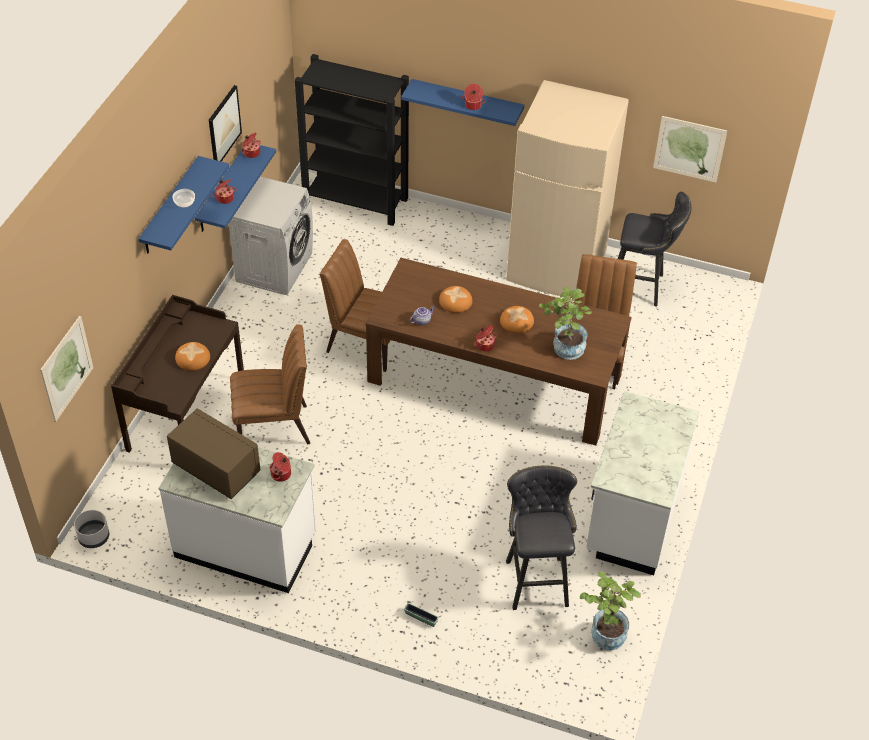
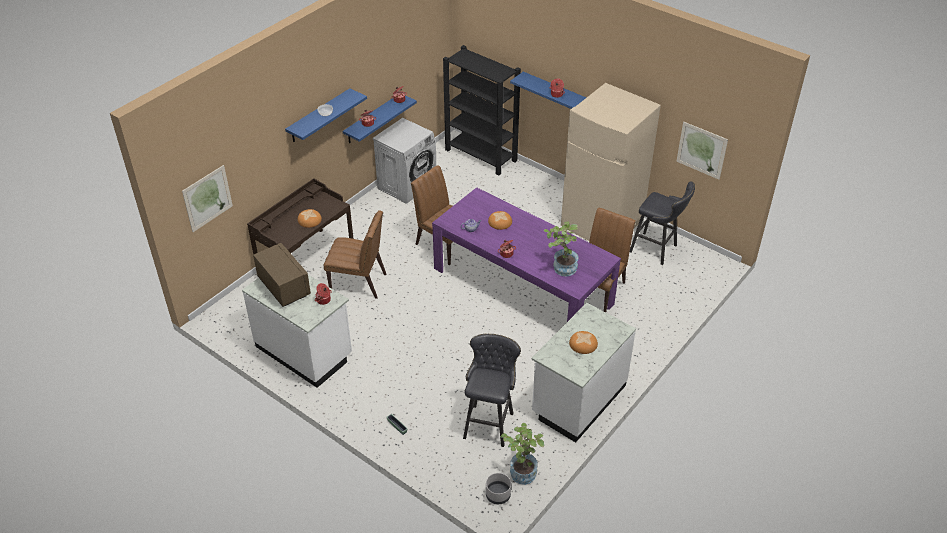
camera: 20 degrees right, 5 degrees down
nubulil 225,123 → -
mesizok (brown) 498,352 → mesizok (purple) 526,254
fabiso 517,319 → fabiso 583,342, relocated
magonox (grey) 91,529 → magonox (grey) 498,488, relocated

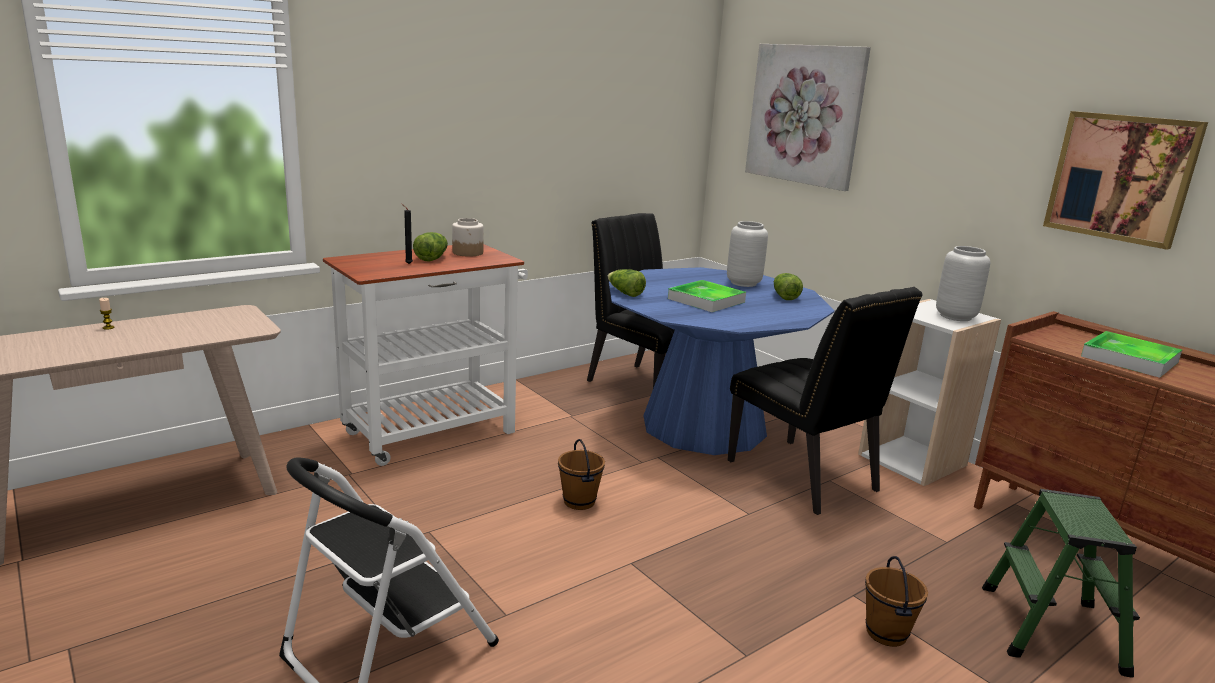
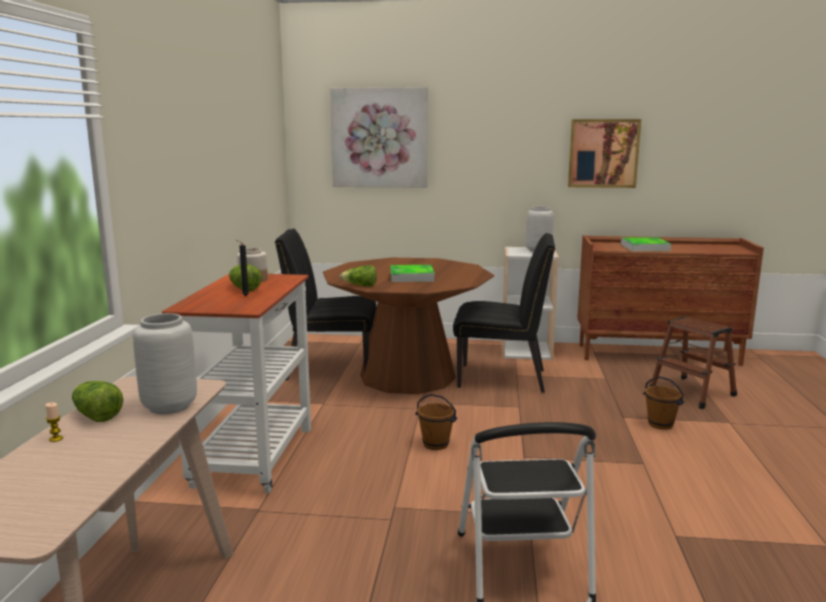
camera: 45 degrees left, 5 degrees down
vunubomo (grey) 747,254 → vunubomo (grey) 165,363, relocated
mesizok (blue) 722,361 → mesizok (brown) 408,326
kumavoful 788,286 → kumavoful 97,401, relocated
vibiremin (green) 1061,583 → vibiremin (brown) 693,362

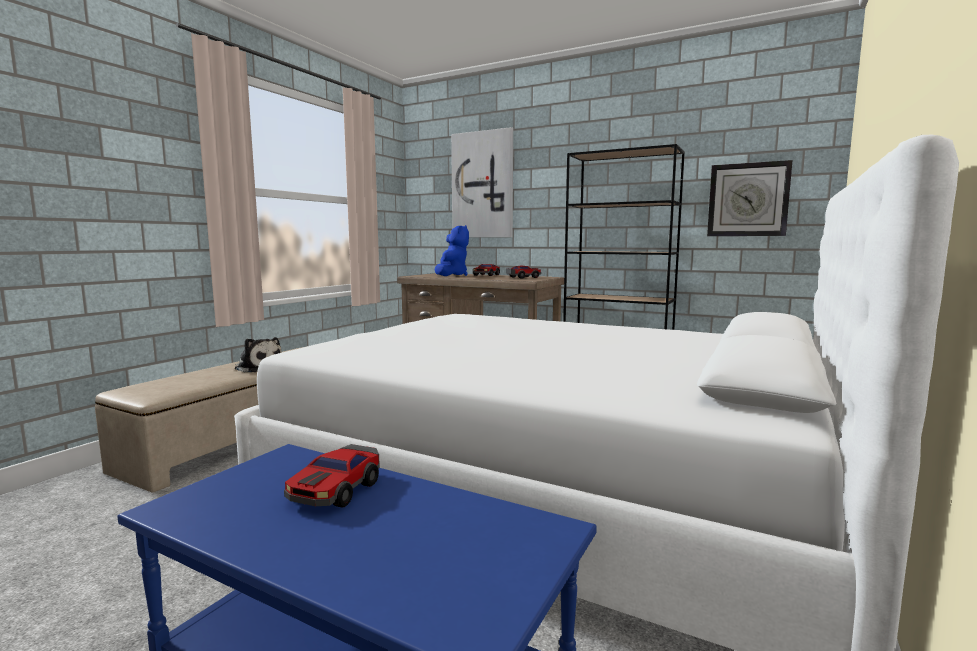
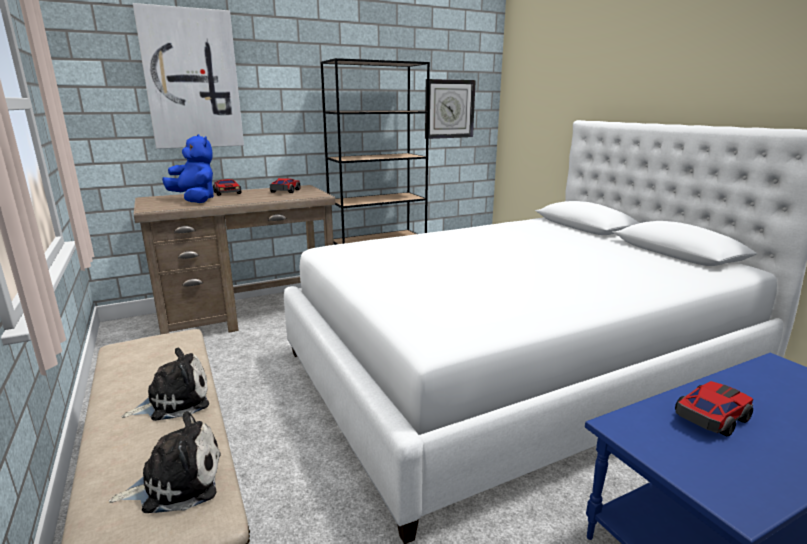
camera: 55 degrees left, 10 degrees up
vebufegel 331,476 → vebufegel 714,409, 90 degrees counterclockwise
- → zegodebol 165,462

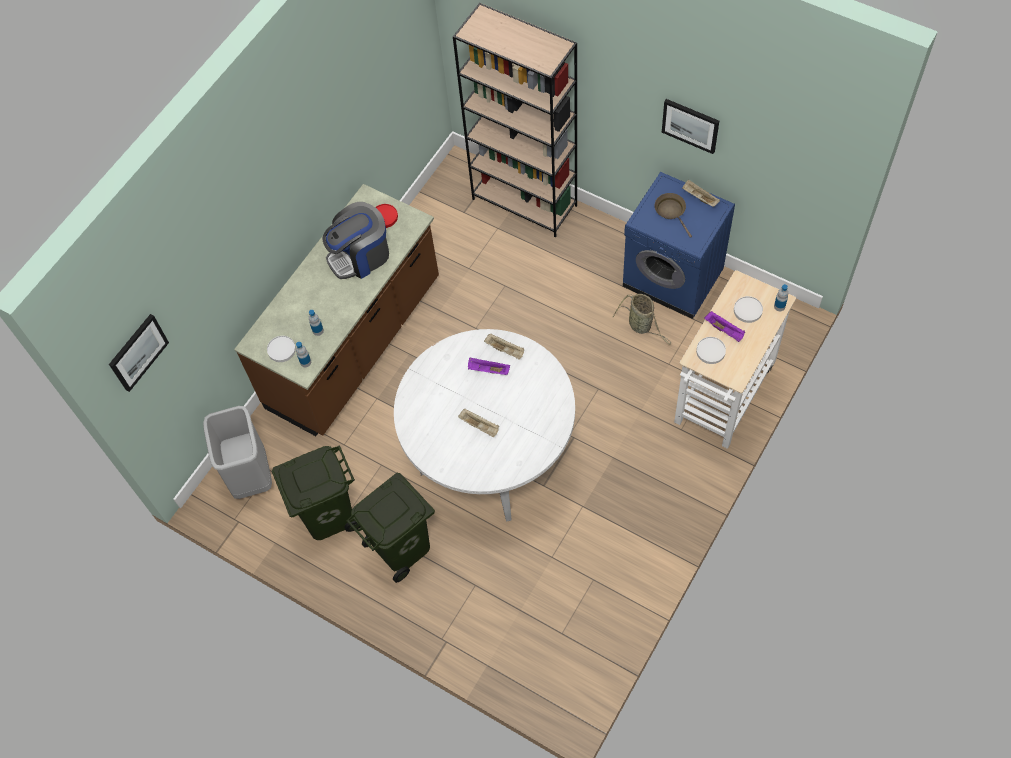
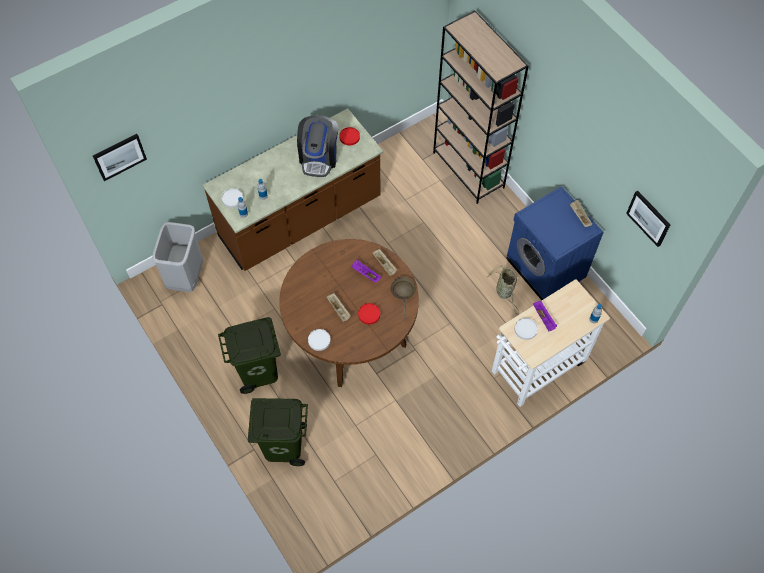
camera: 20 degrees right, 0 degrees up
nubulil 690,126 → nubulil 648,219, relocated
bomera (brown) 673,215 → bomera (brown) 403,298, relocated
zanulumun 356,240 → zanulumun 317,146, 75 degrees counterclockwise
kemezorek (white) 748,309 → kemezorek (white) 319,340, relocated
mesizok (white) 484,425 → mesizok (brown) 349,313
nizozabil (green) 316,493 → nizozabil (green) 278,432, relocated
- → kemezorek (red) 369,313

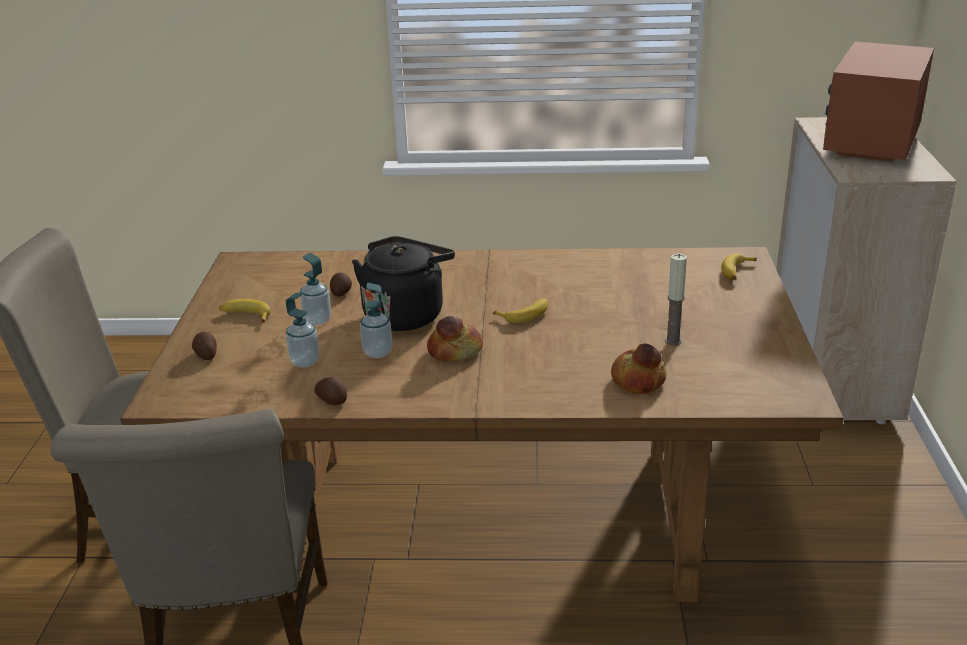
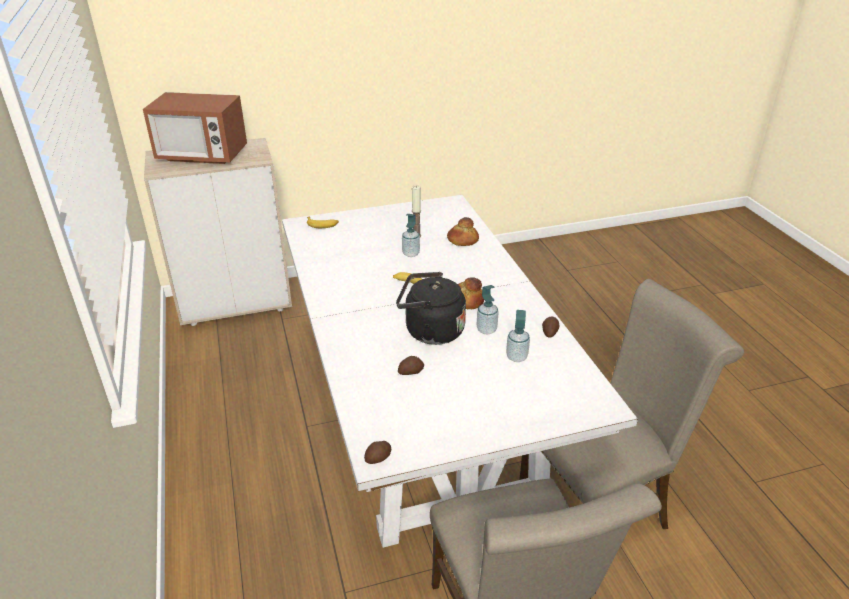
camera: 110 degrees left, 5 degrees up
mesizok (brown) 481,424 → mesizok (white) 460,371
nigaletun 315,289 → nigaletun 411,235, relocated
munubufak 244,311 → -
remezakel 204,346 → remezakel 377,452, relocated

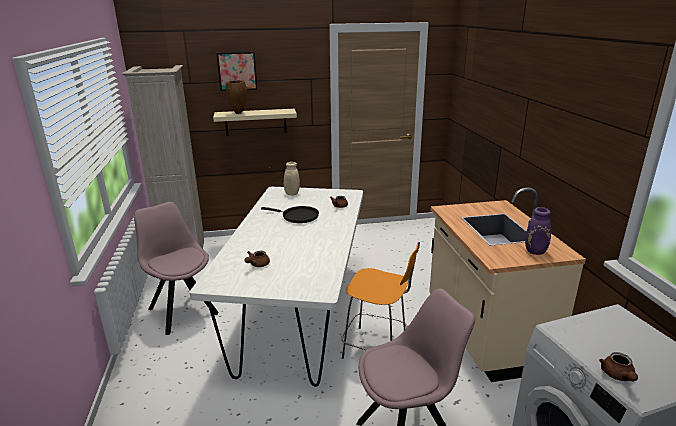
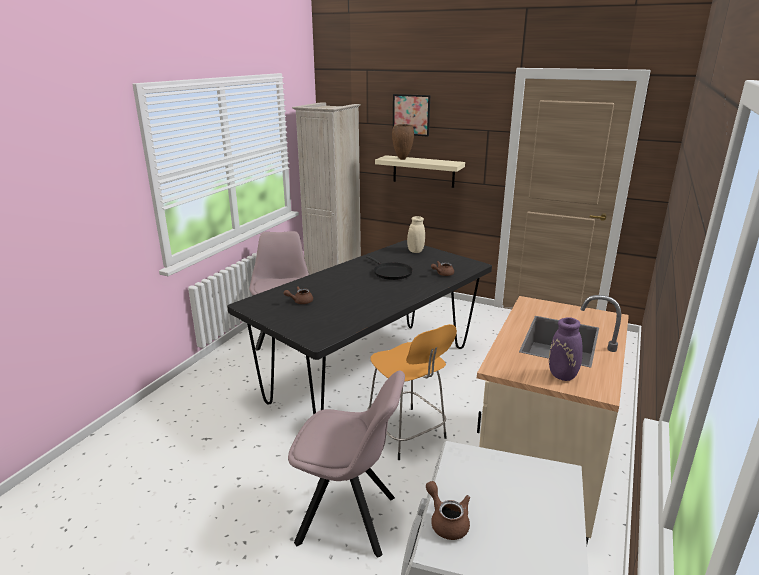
camera: 35 degrees right, 0 degrees up
mesizok (white) 276,287 → mesizok (black) 359,327
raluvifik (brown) 618,366 → raluvifik (brown) 448,510, 105 degrees clockwise

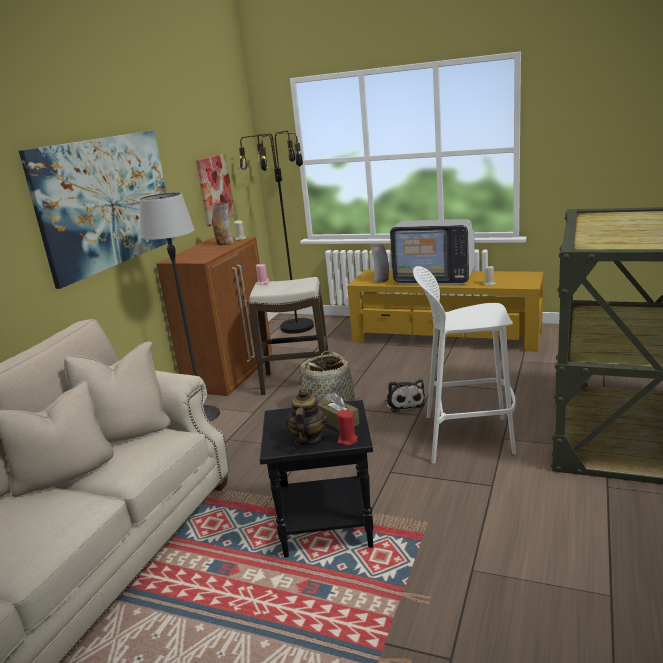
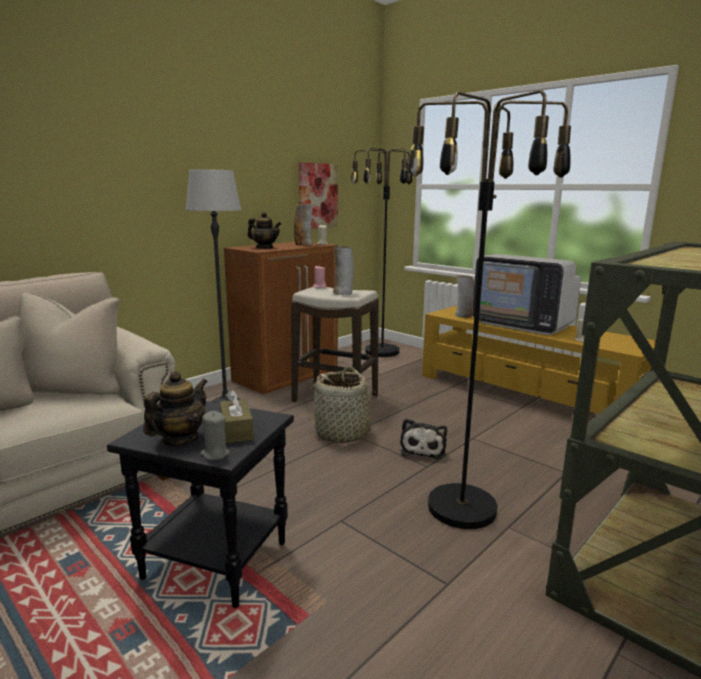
camera: 20 degrees right, 5 degrees down
nubulil 97,209 → -
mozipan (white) 464,364 → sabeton 489,309
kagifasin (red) 347,427 → kagifasin (grey) 215,435
- → raluvifik 264,230
- → vunubomo 343,270

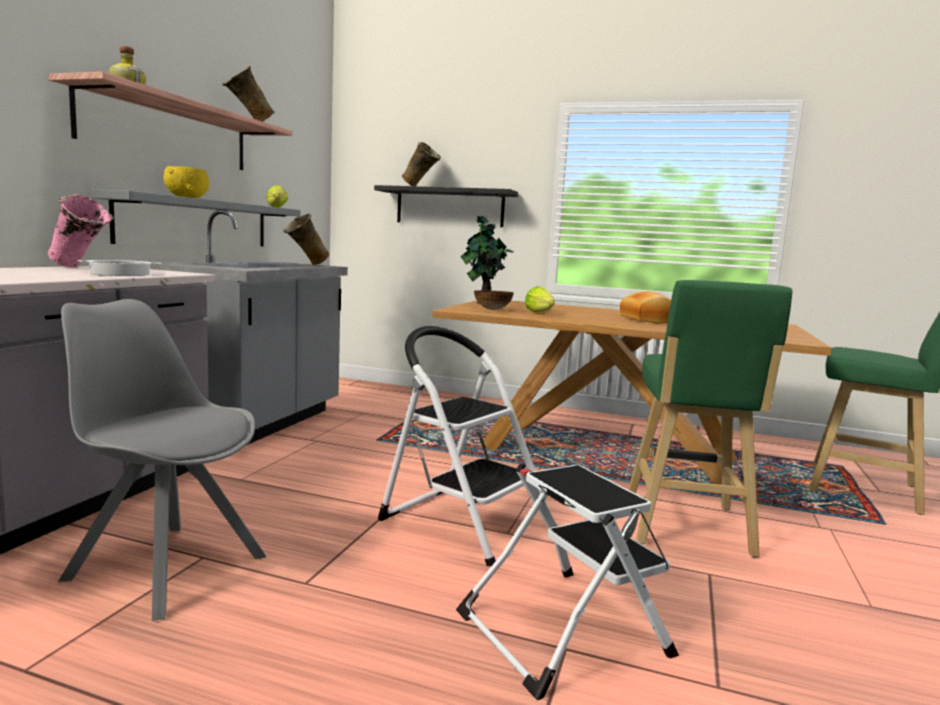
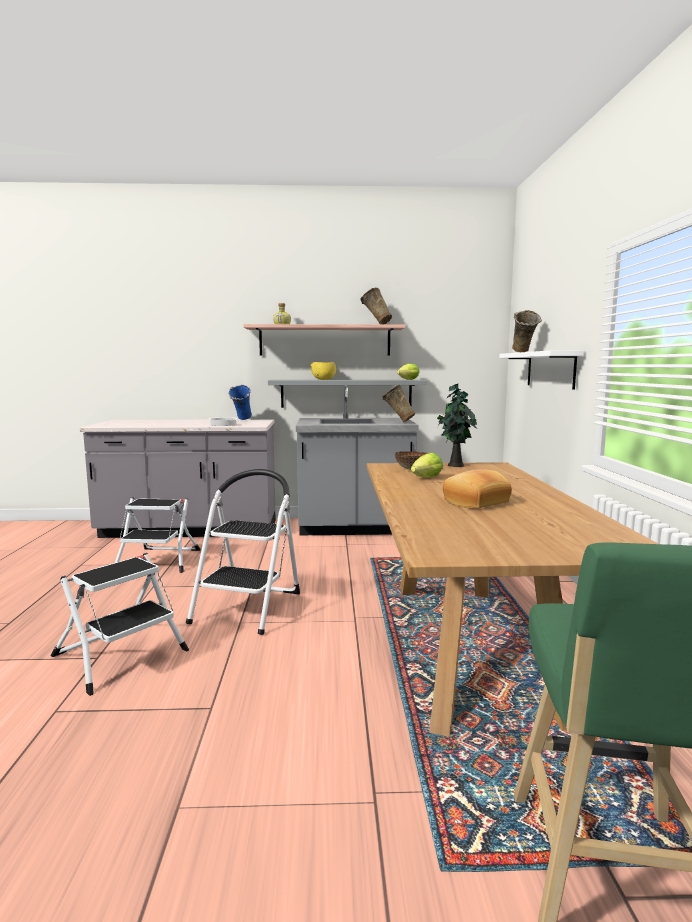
camera: 70 degrees right, 0 degrees up
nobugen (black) 446,206 → nobugen (white) 541,370
vunubomo (pink) 81,230 → vunubomo (blue) 240,402
mozipan (green) 710,419 → -
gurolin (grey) 162,460 → vibiremin 158,535

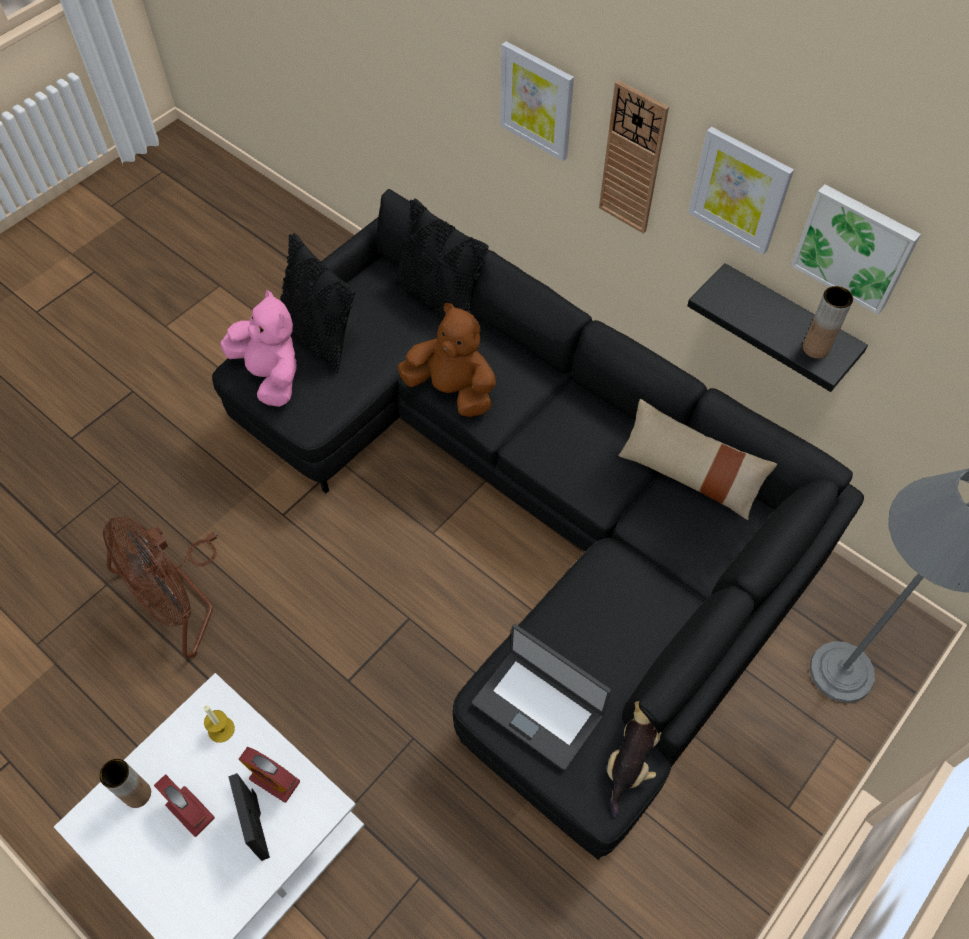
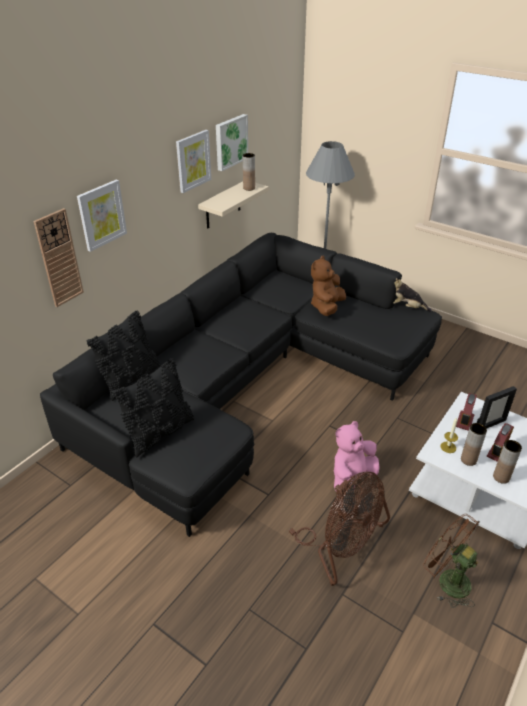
camera: 95 degrees left, 20 degrees down
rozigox 634,157 → rozigox 59,257, relocated
nobugen (black) 777,327 → nobugen (beige) 233,204
zegodebol (pink) 258,348 → zegodebol (pink) 357,456, relocated
zegodebol (brown) 446,360 → zegodebol (brown) 328,286, relocated
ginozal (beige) 697,459 → -
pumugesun 541,697 → -
- → vunubomo (brown) 474,444
- → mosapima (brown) 451,561

